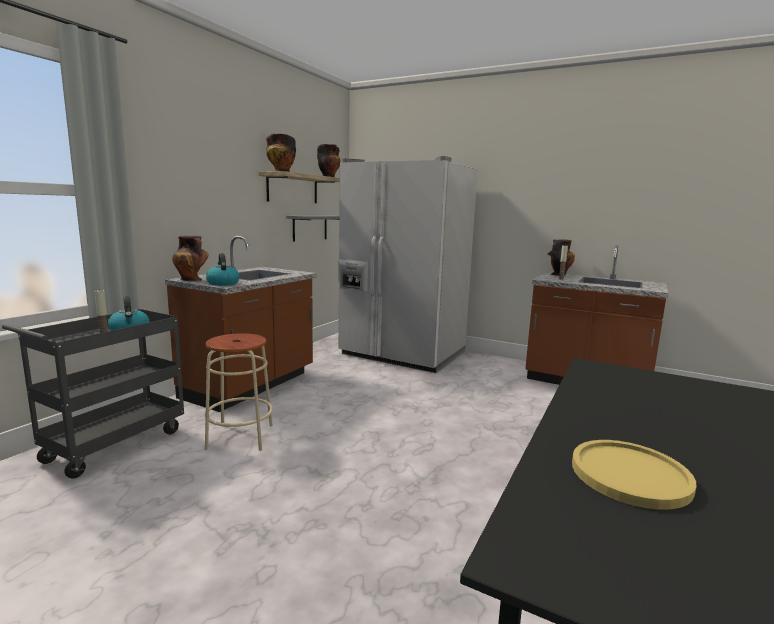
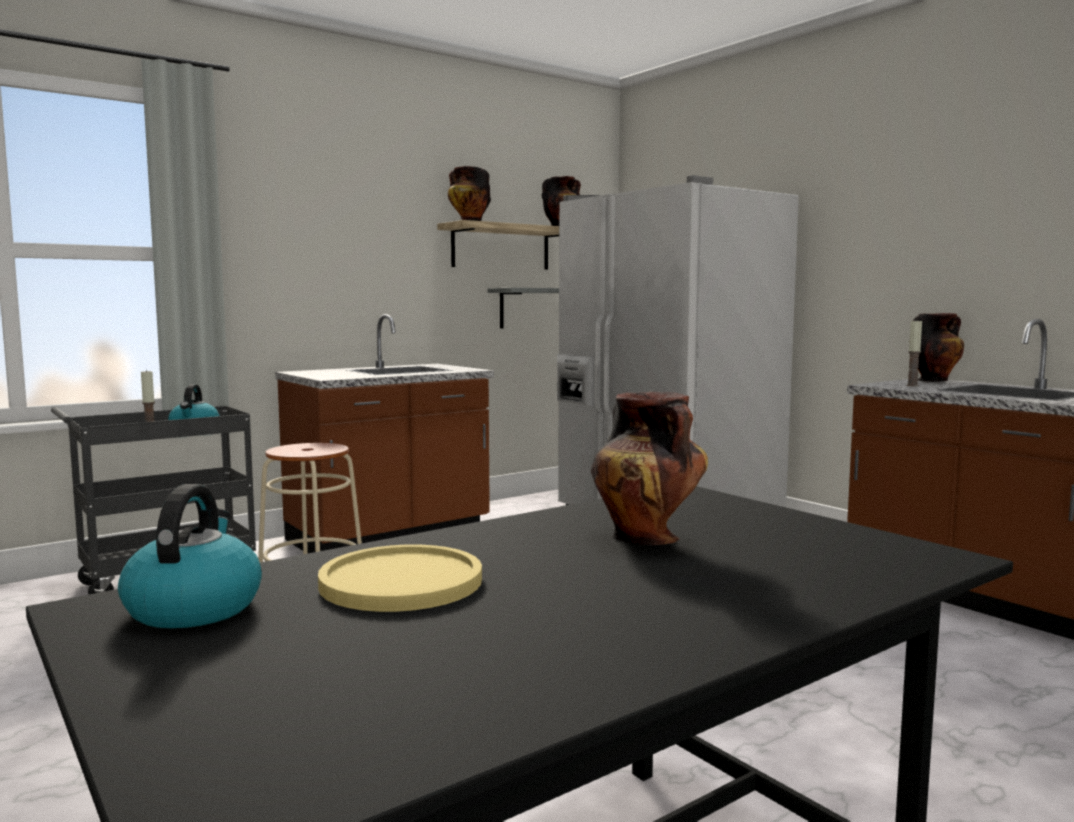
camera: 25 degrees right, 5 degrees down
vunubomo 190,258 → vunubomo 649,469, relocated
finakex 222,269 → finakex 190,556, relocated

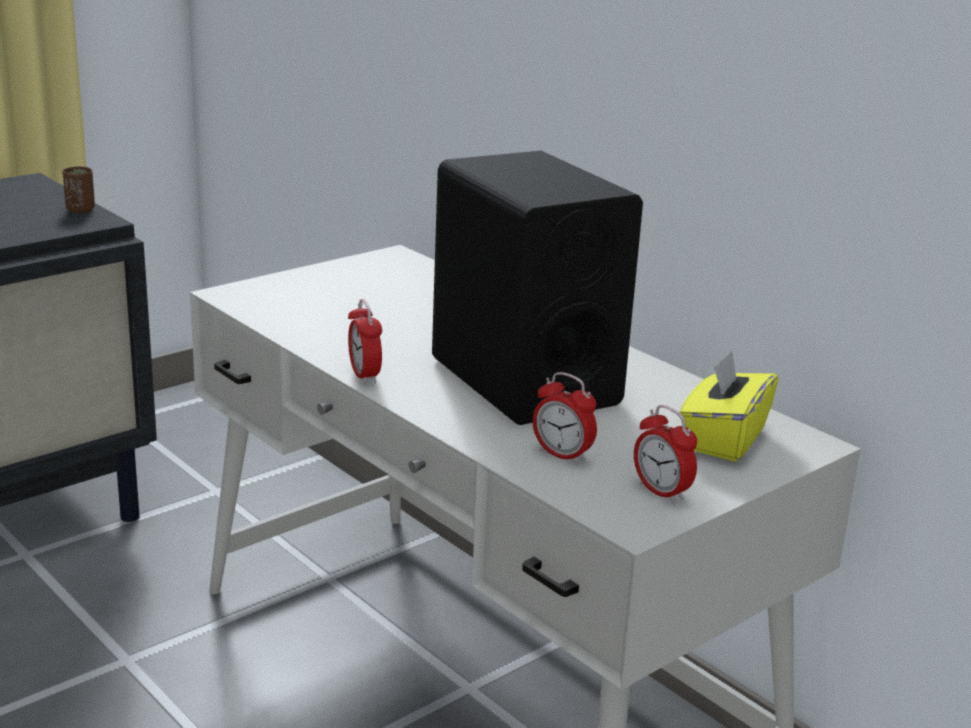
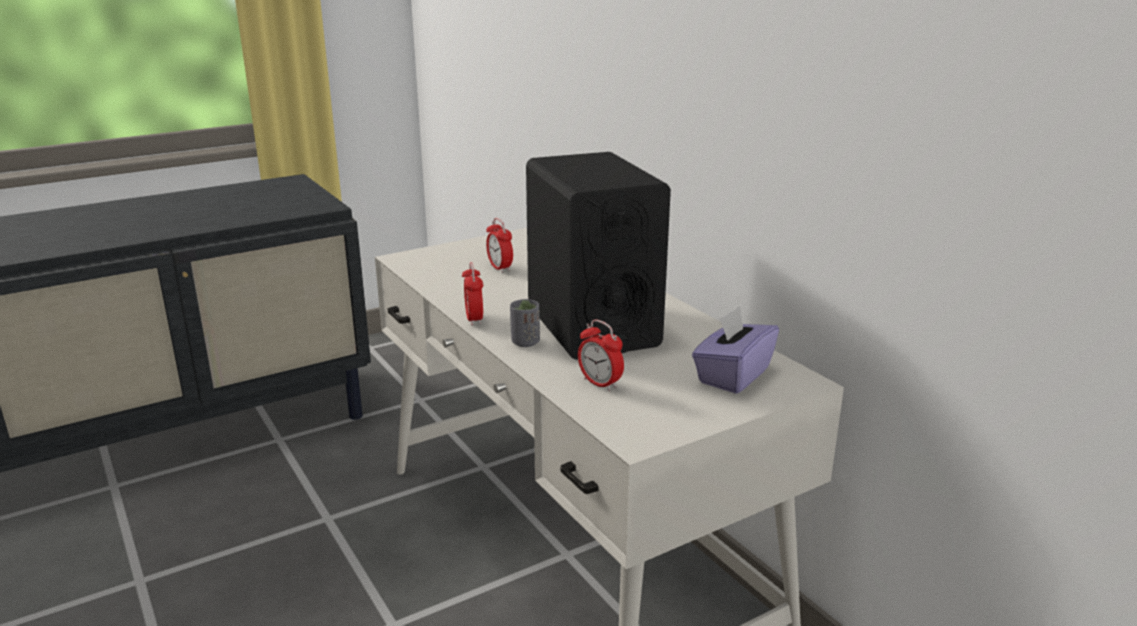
camera: 10 degrees right, 0 degrees up
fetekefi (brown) 79,189 → -
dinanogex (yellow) 729,406 → dinanogex (purple) 735,350
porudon 665,454 → porudon 499,245, relocated
- → fetekefi (grey) 525,323

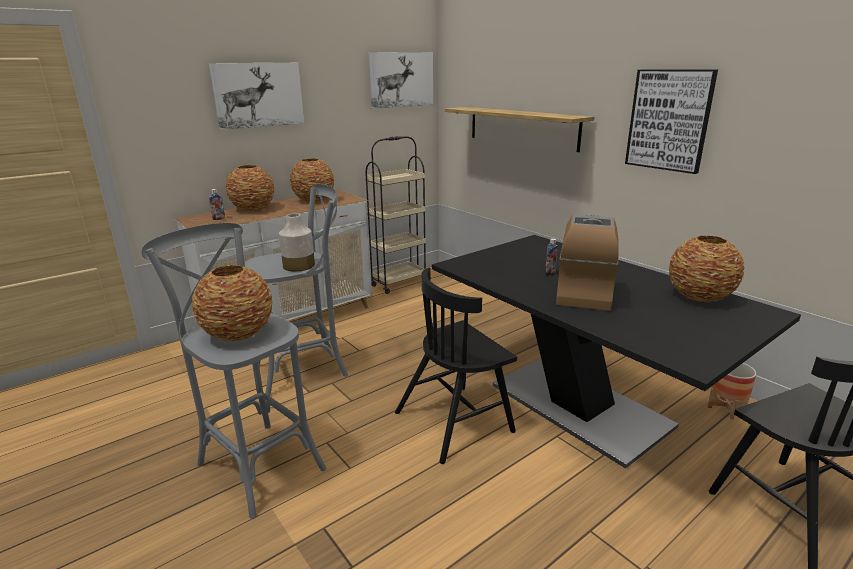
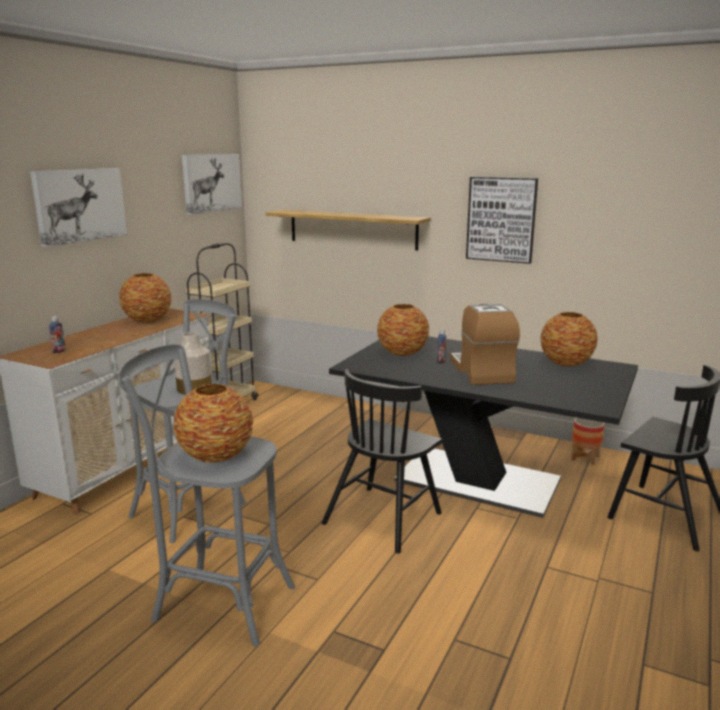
camera: 25 degrees left, 5 degrees down
vunubomo 250,188 → vunubomo 403,330, relocated

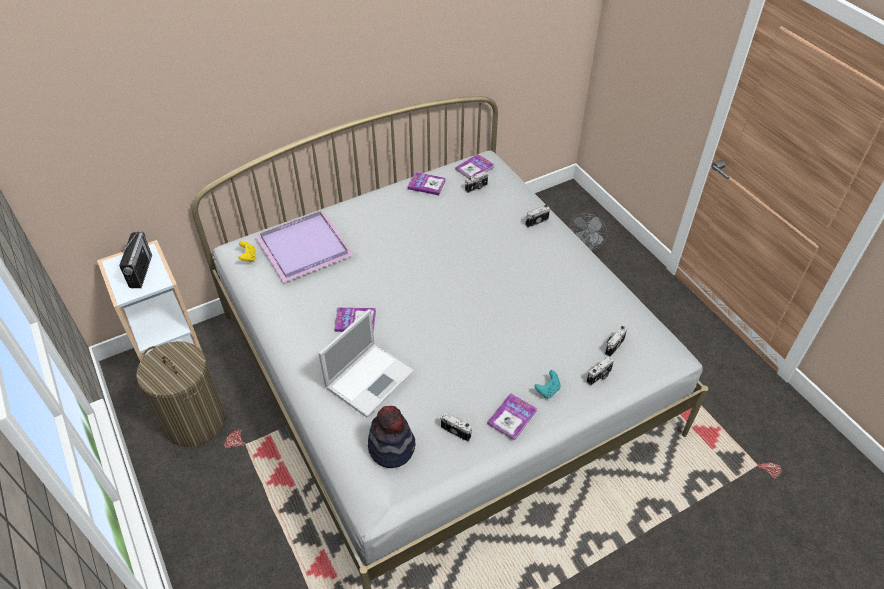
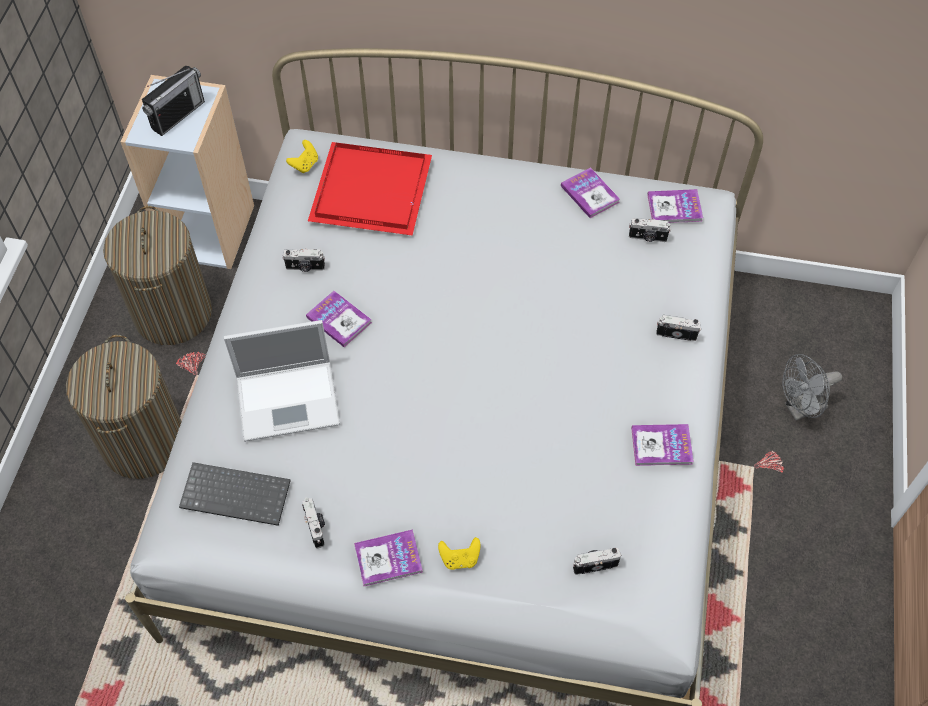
camera: 40 degrees right, 10 degrees up
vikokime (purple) 305,247 → vikokime (red) 370,189
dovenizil 600,371 → dovenizil 303,260, relocated
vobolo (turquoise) 547,384 → vobolo (yellow) 459,553
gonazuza 391,437 → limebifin 235,494
- → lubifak 124,407
- → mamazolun 662,445

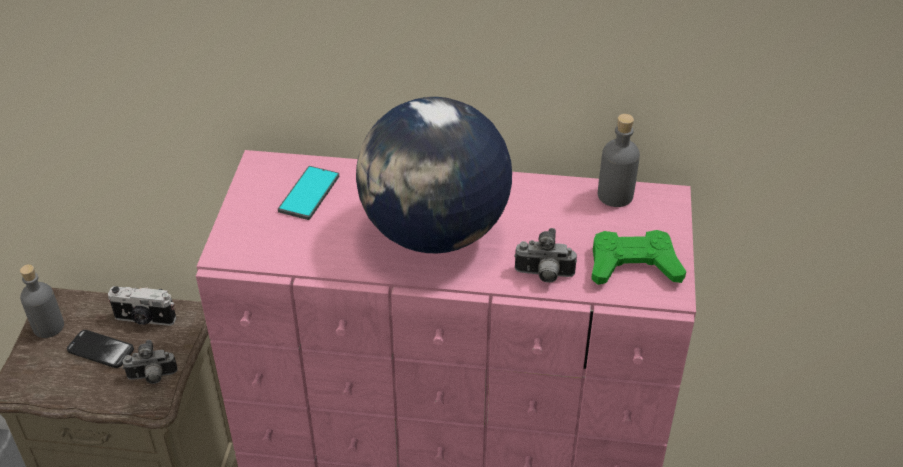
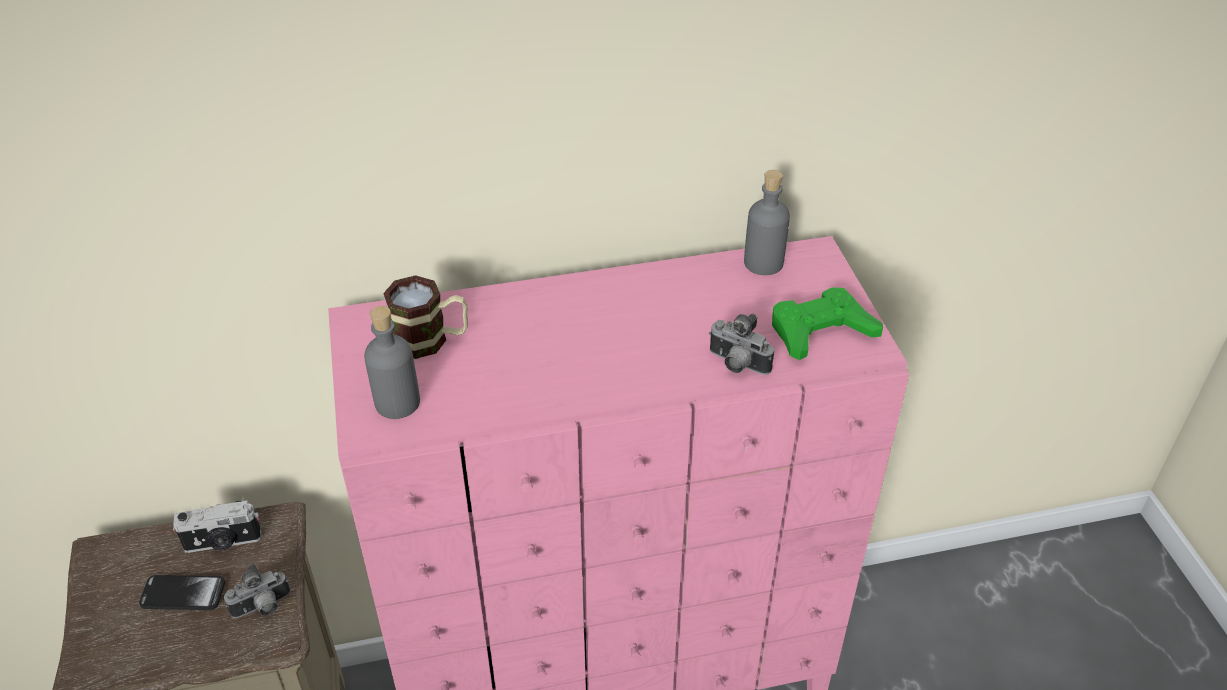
camera: 20 degrees left, 0 degrees up
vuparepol 434,175 → -
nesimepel 308,193 → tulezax 425,317
dovenizil 545,255 → dovenizil 741,344, 45 degrees clockwise
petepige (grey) 42,301 → petepige (grey) 392,362, relocated

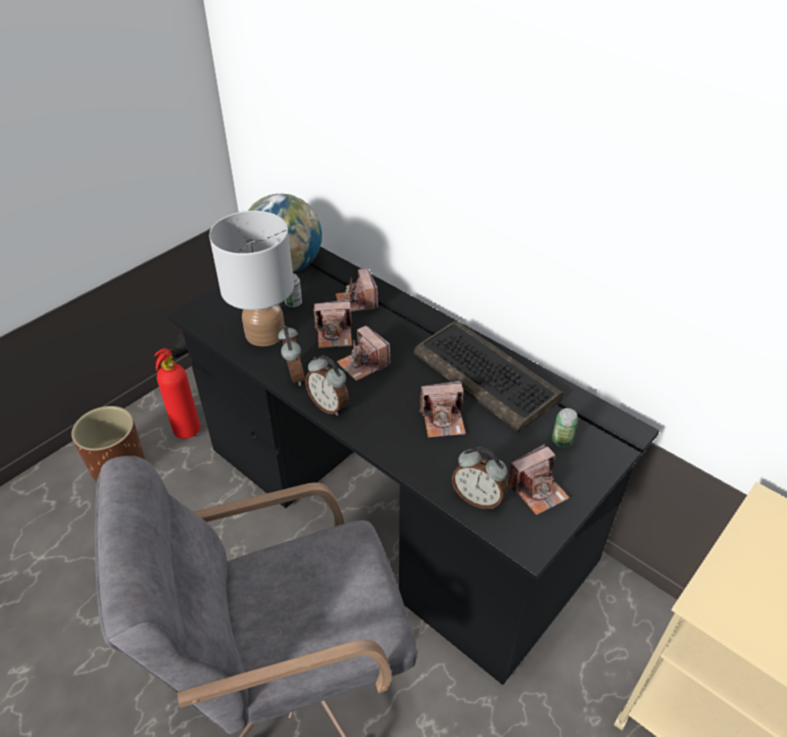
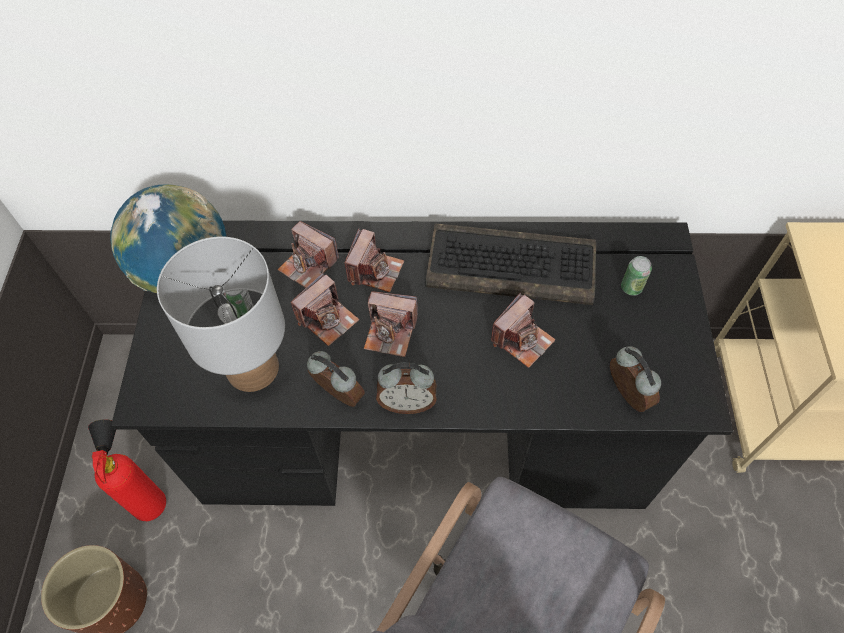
camera: 40 degrees left, 15 degrees up
dovenizil 538,479 → dovenizil 374,260, relocated
porudon 480,478 → porudon 635,379, 105 degrees counterclockwise

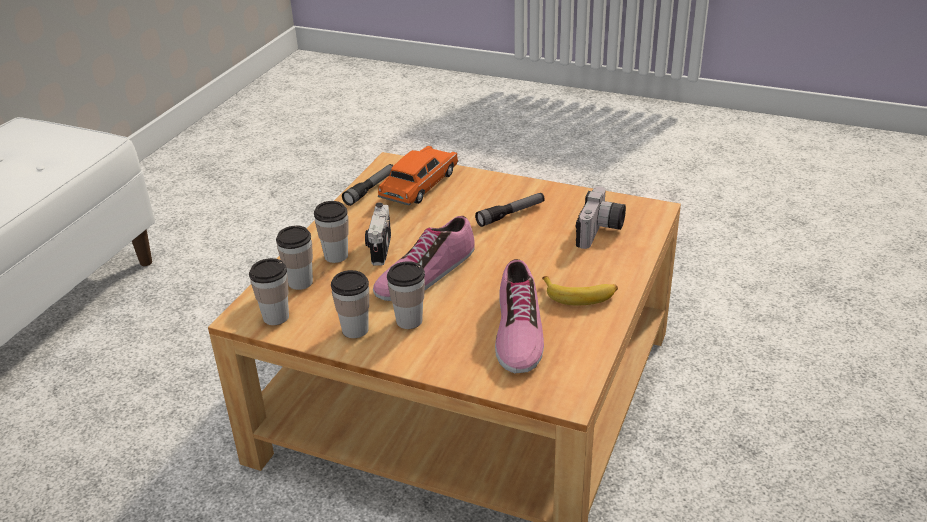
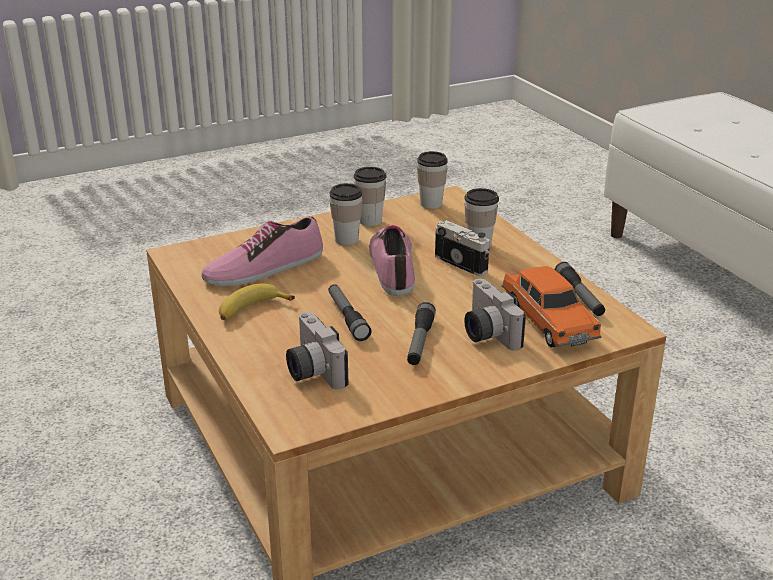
camera: 130 degrees right, 5 degrees down
fetekefi 294,257 → -
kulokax 519,316 → kulokax 262,251, 75 degrees counterclockwise
- → dovenizil 495,315
- → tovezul 350,312

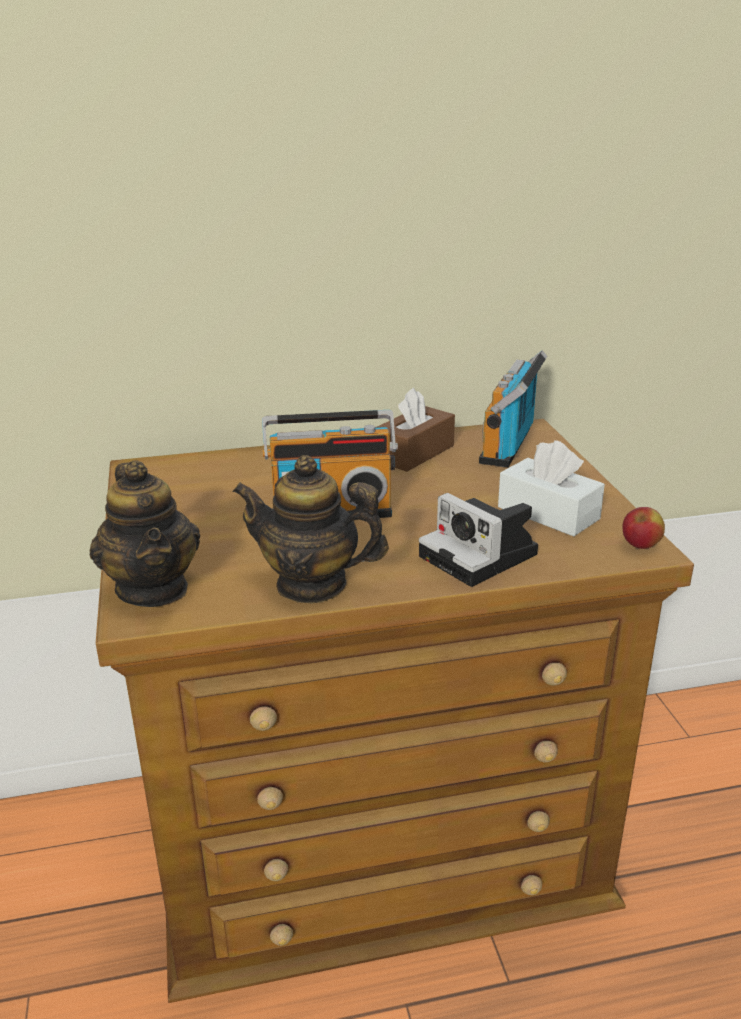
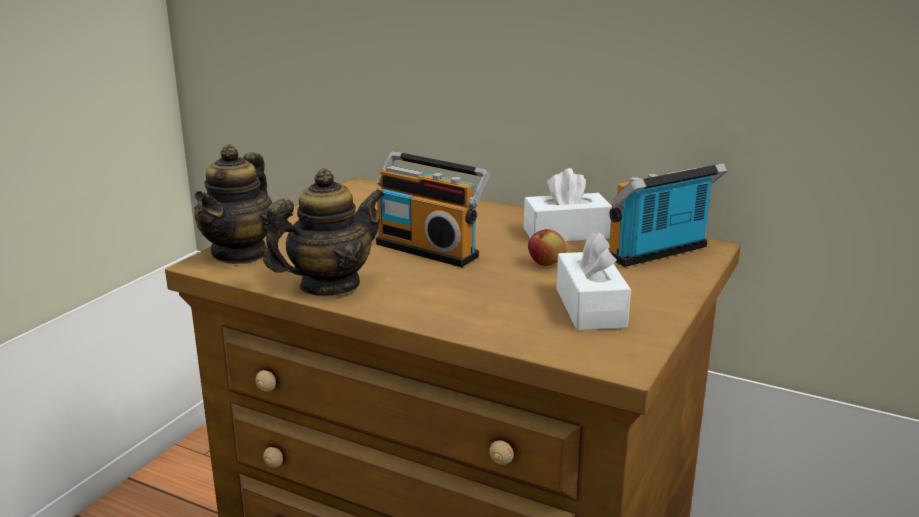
camera: 40 degrees right, 5 degrees down
dinanogex (brown) 415,430 → dinanogex (white) 568,205
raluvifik 311,529 → raluvifik 324,232, 90 degrees clockwise
dovenizil 478,540 → -
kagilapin 644,528 → kagilapin 547,247, relocated

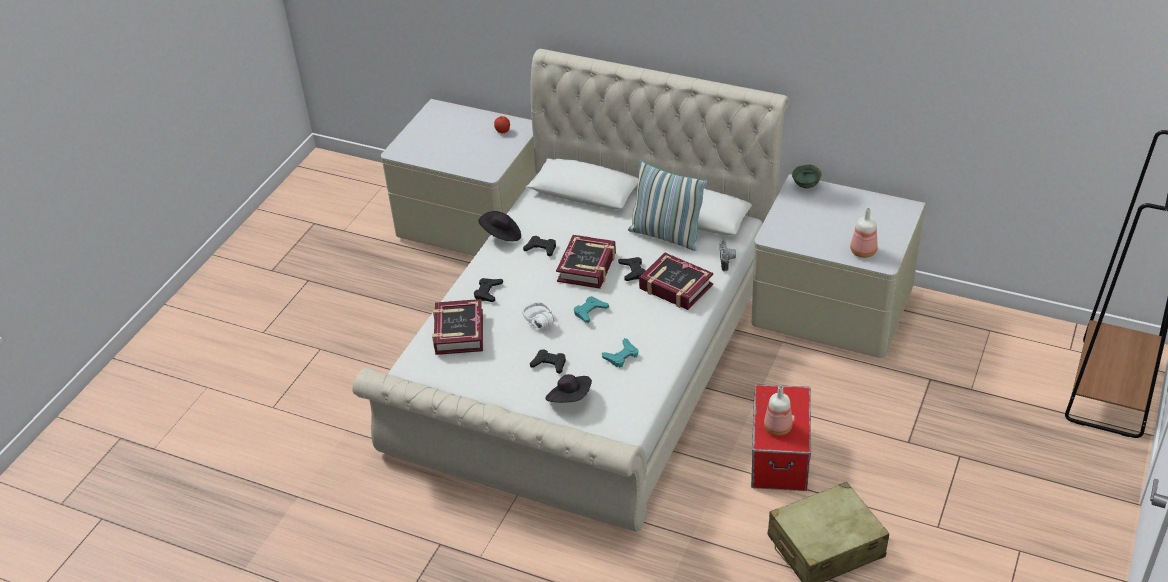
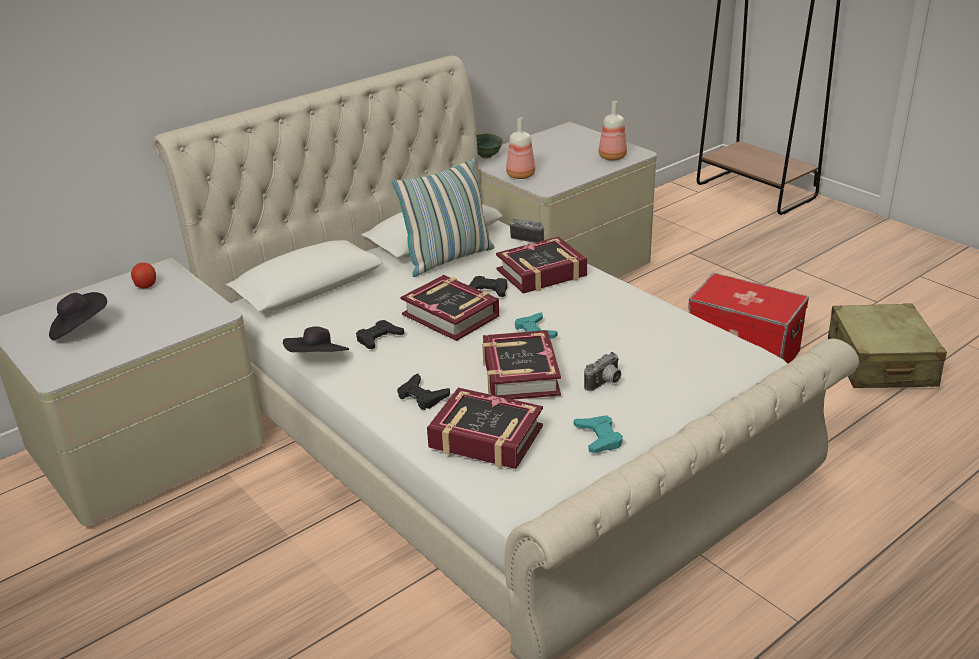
camera: 65 degrees left, 10 degrees down
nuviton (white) 538,315 → mamazolun 521,365
vobolo (turquoise) 620,353 → vobolo (turquoise) 598,434, relocated
vobolo (black) 548,361 → dovenizil 602,371
gonazuza (black) 568,388 → gonazuza (black) 78,316, relocated
petepige 778,410 → petepige 520,148, relocated

